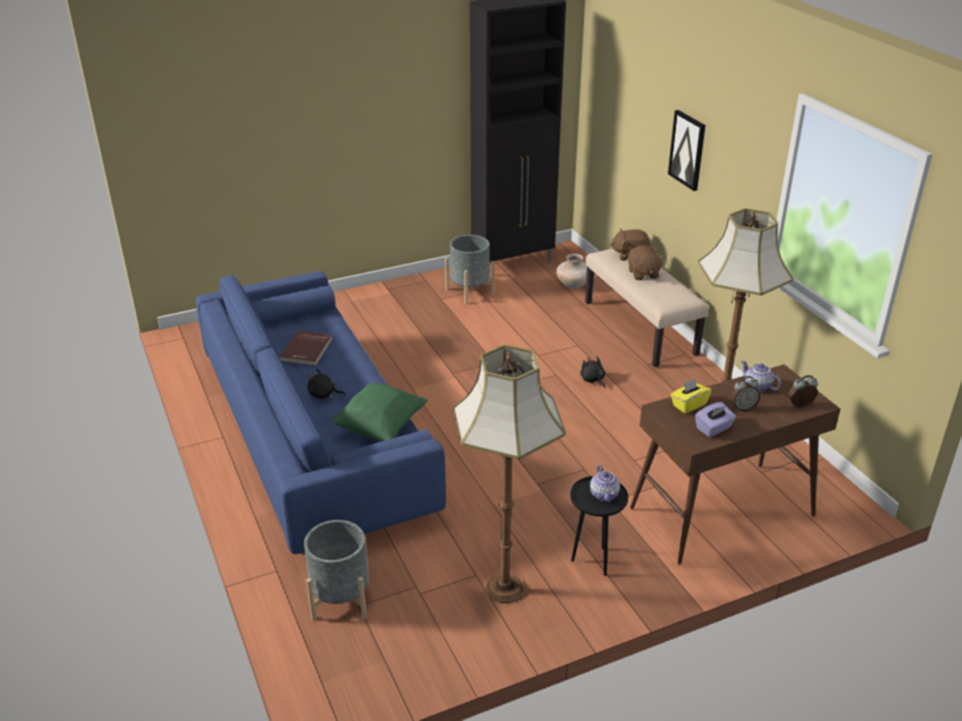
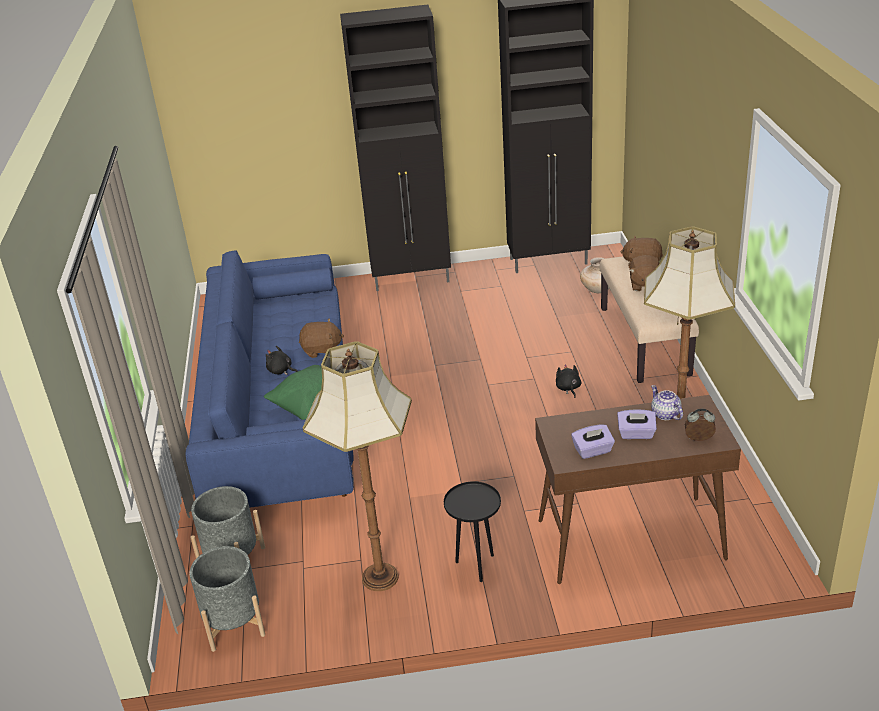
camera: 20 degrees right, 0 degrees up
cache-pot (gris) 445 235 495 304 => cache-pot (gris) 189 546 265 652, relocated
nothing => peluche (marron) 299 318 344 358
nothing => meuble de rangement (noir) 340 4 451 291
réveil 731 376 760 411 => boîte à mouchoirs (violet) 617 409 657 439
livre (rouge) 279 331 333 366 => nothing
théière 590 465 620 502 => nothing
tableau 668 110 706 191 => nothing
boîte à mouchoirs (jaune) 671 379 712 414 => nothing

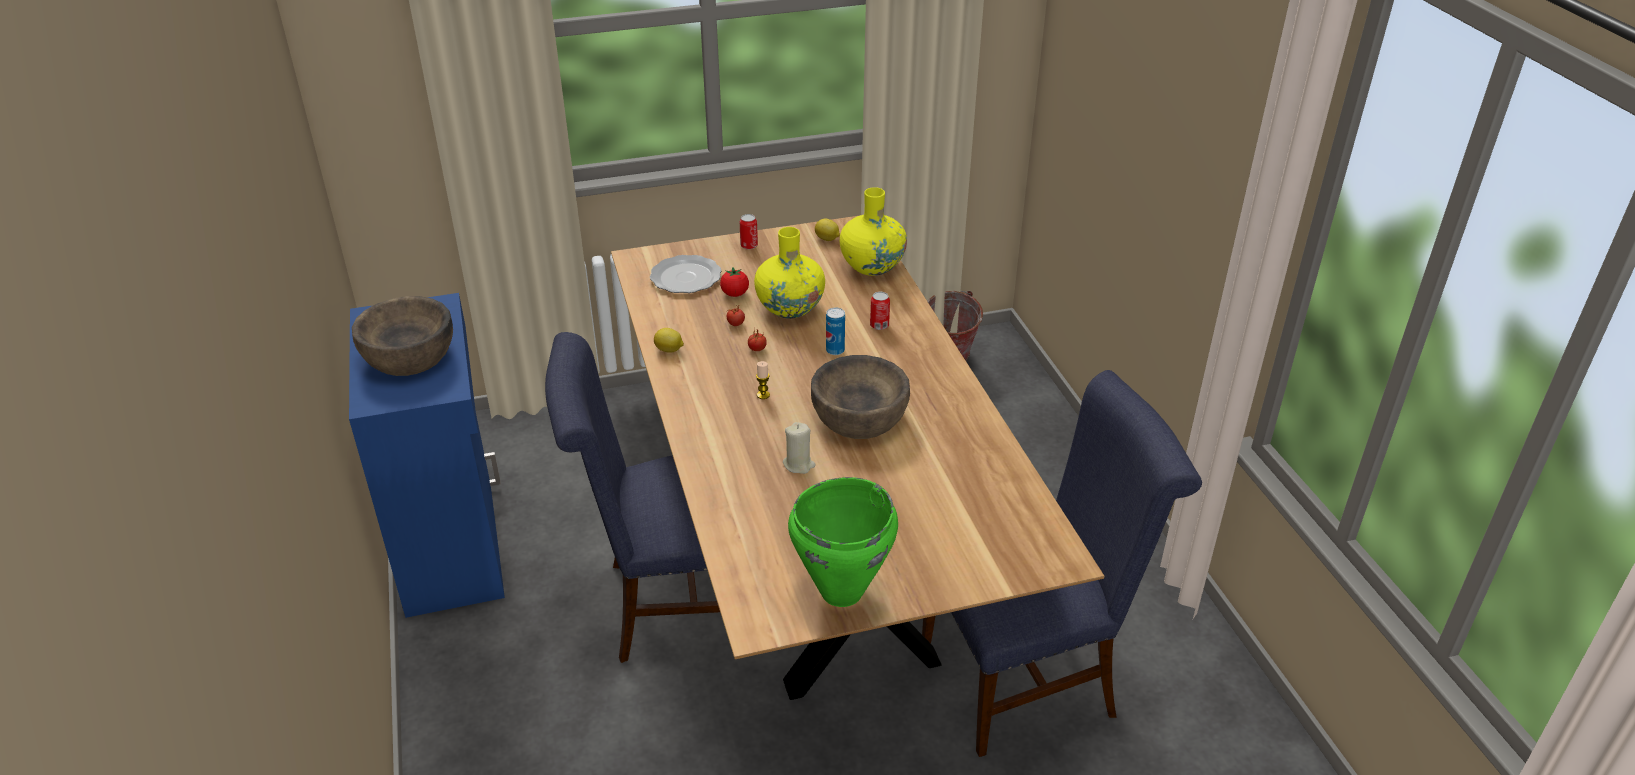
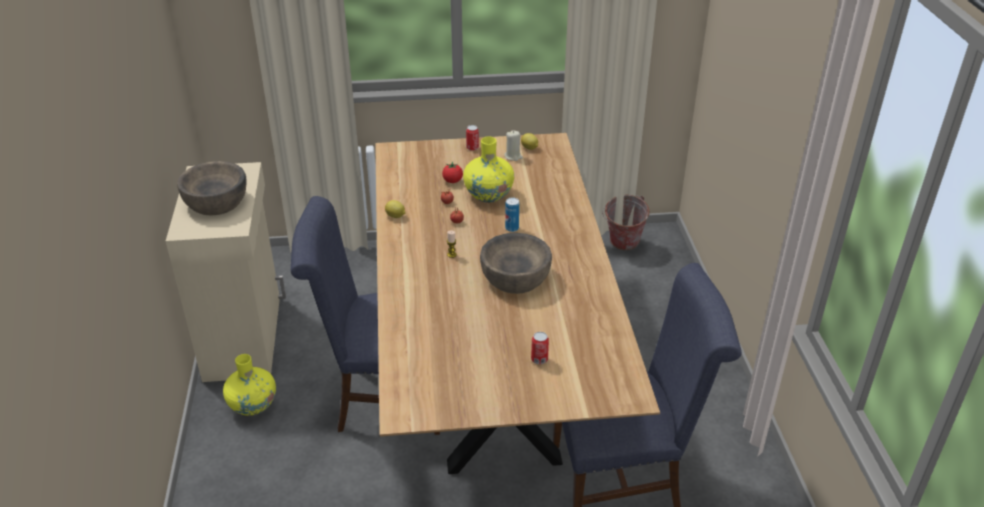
camera: 10 degrees right, 0 degrees up
meuble de rangement (bleu) 349 293 505 618 => meuble de rangement (beige) 166 162 286 382
vase (jaune) 840 187 907 276 => vase (jaune) 223 354 276 416, relocated
bougie (beige) 783 422 816 474 => bougie (beige) 504 130 523 161, relocated
boîte métallique 870 292 890 330 => boîte métallique 531 332 549 364, relocated
assiette 650 255 722 293 => nothing
marmite (vert) 788 477 898 607 => nothing

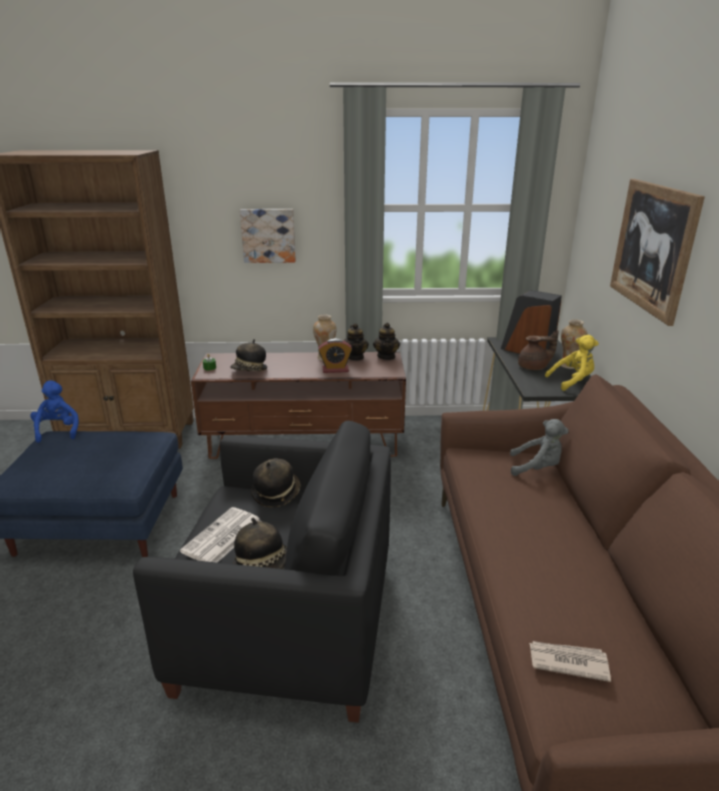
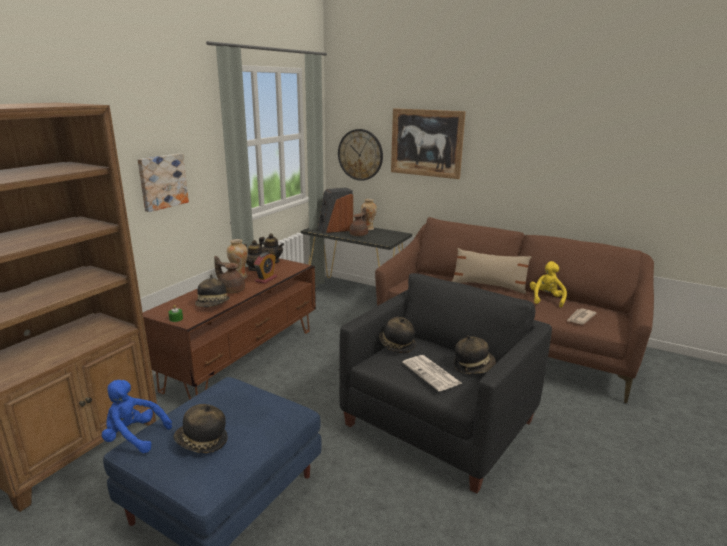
camera: 60 degrees left, 5 degrees down
nothing => chapeau 174 404 228 453
nothing => théière (marron) 214 256 245 294
nothing => horloge murale 338 129 383 181
nothing => coussin (beige) 452 248 532 294
peluche (jaune) 545 335 599 391 => peluche (jaune) 530 261 567 308, relocated
peluche (gris) 510 419 569 476 => nothing

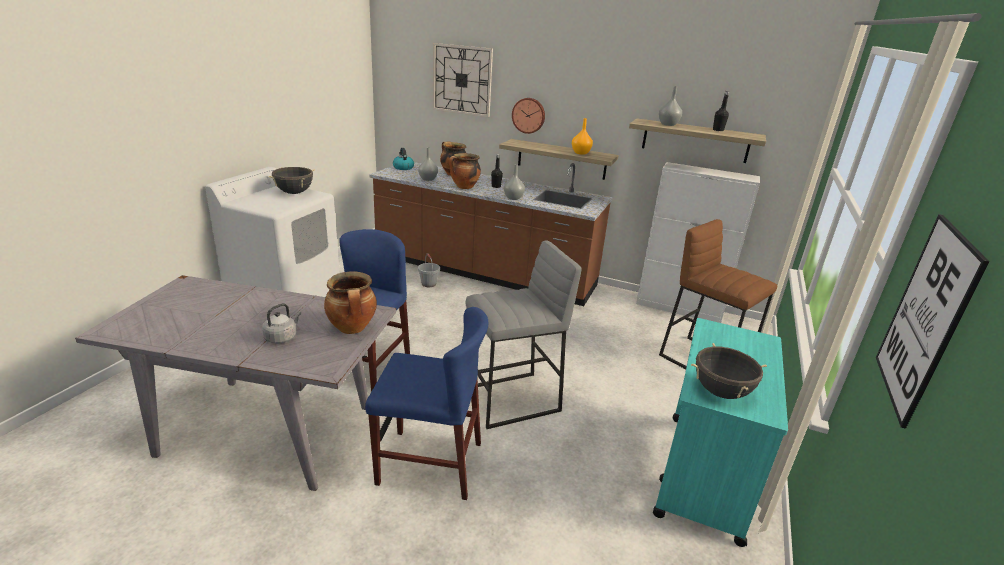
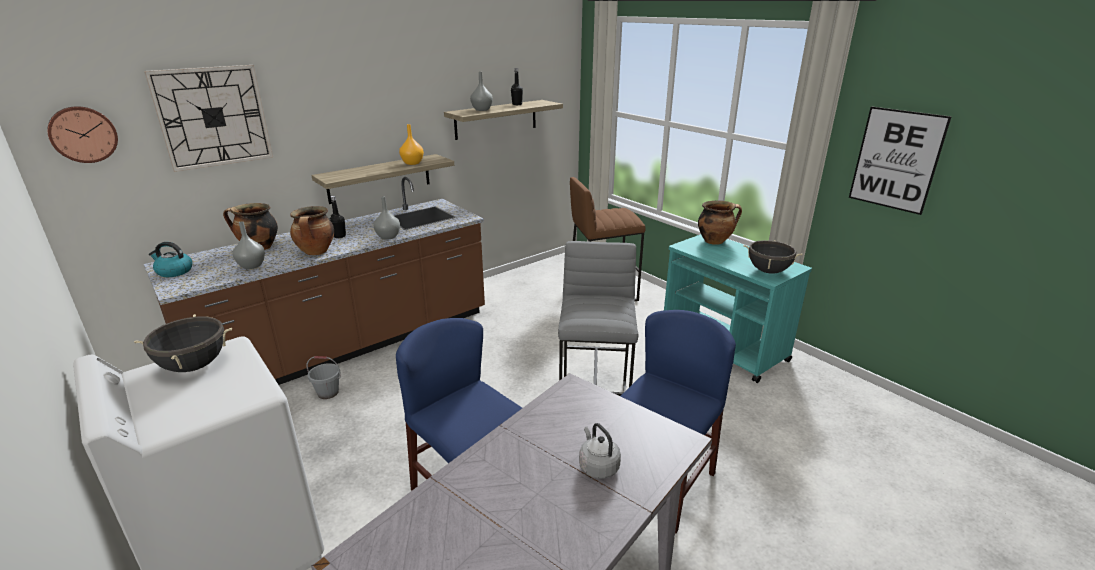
camera: 60 degrees left, 0 degrees up
horloge murale 512 98 545 134 => horloge murale 47 106 118 163, relocated
marmite 324 271 377 334 => marmite 698 201 742 245, relocated
meuble de rangement (blanc) 636 162 760 323 => nothing

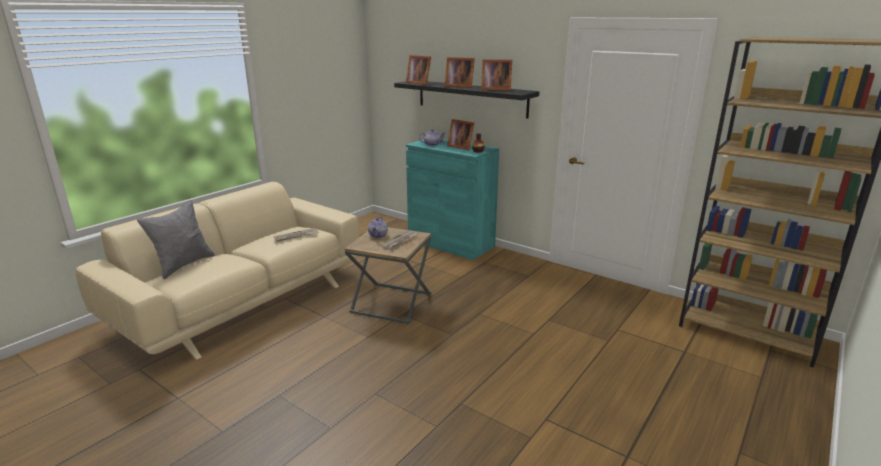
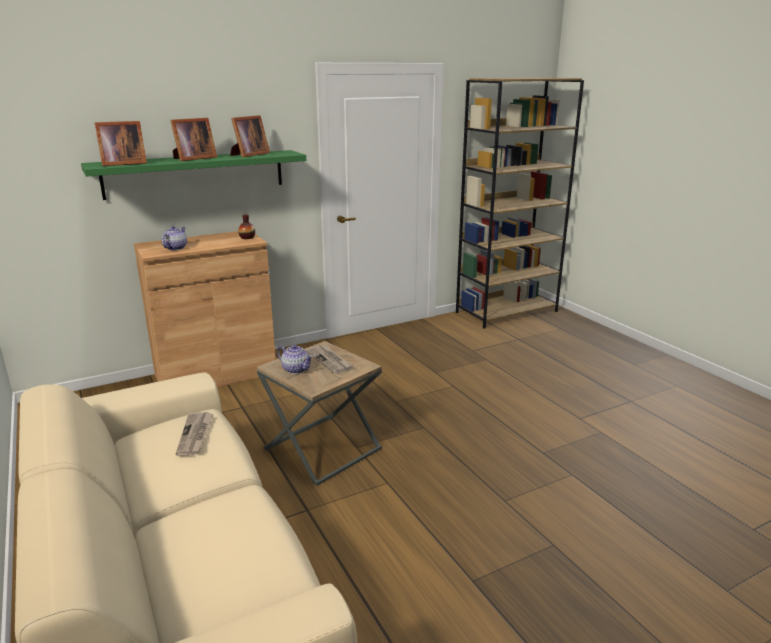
camera: 65 degrees left, 0 degrees up
étagère (noir) 394 81 539 118 => étagère (vert) 81 150 306 200
meuble de rangement (turquoise) 406 139 499 260 => meuble de rangement (marron) 134 231 276 387
coussin (gris) 137 200 215 279 => nothing
cadre photo 447 119 474 150 => nothing

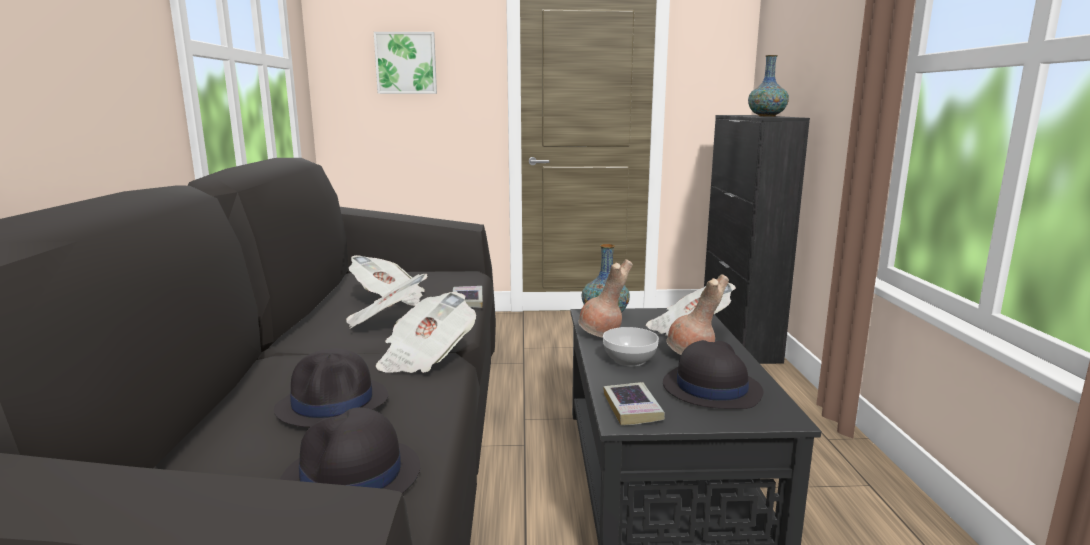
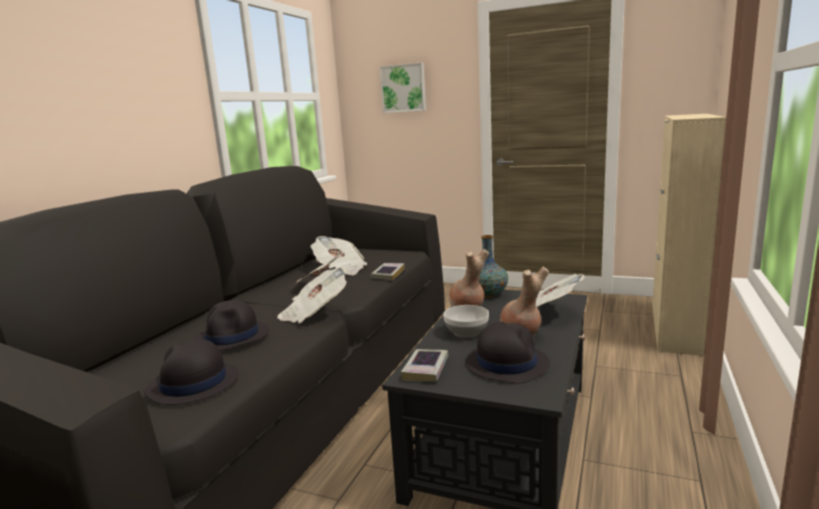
camera: 25 degrees right, 0 degrees up
meuble de rangement (noir) 704 115 810 364 => meuble de rangement (beige) 652 114 726 356
vase 748 55 789 117 => nothing

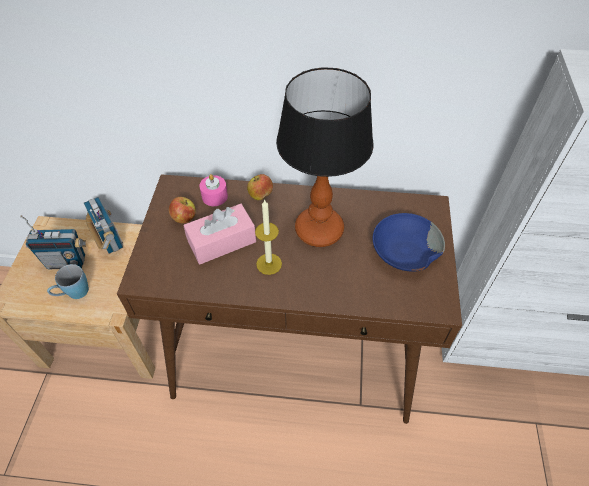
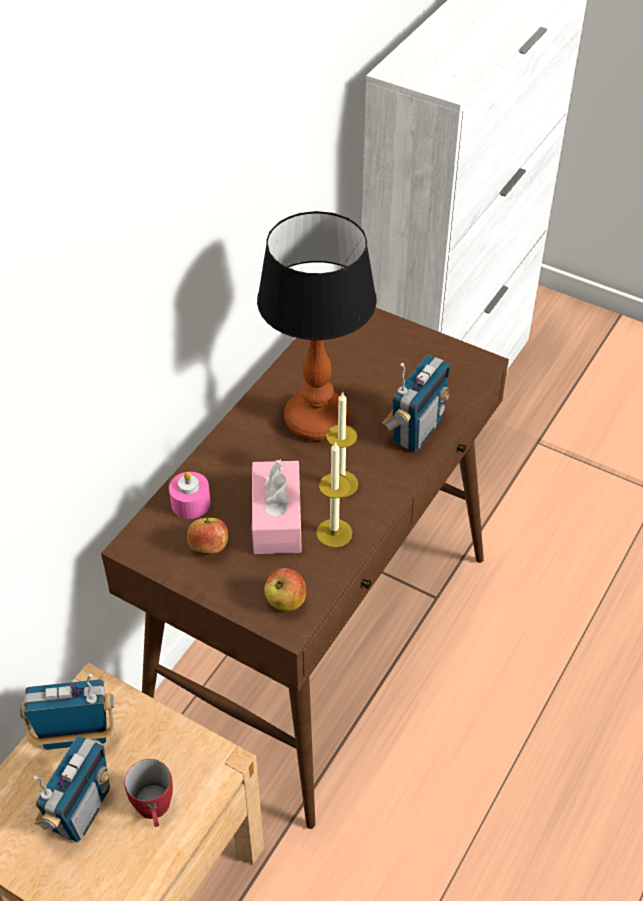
camera: 65 degrees left, 5 degrees down
mug (bleu) 47 264 89 299 => mug (rouge) 125 759 173 827
pomme 247 174 273 200 => pomme 264 568 306 611, relocated
nothing => bougie 316 441 352 548
nothing => radio 383 355 451 451
bol (bleu) 373 213 445 272 => nothing

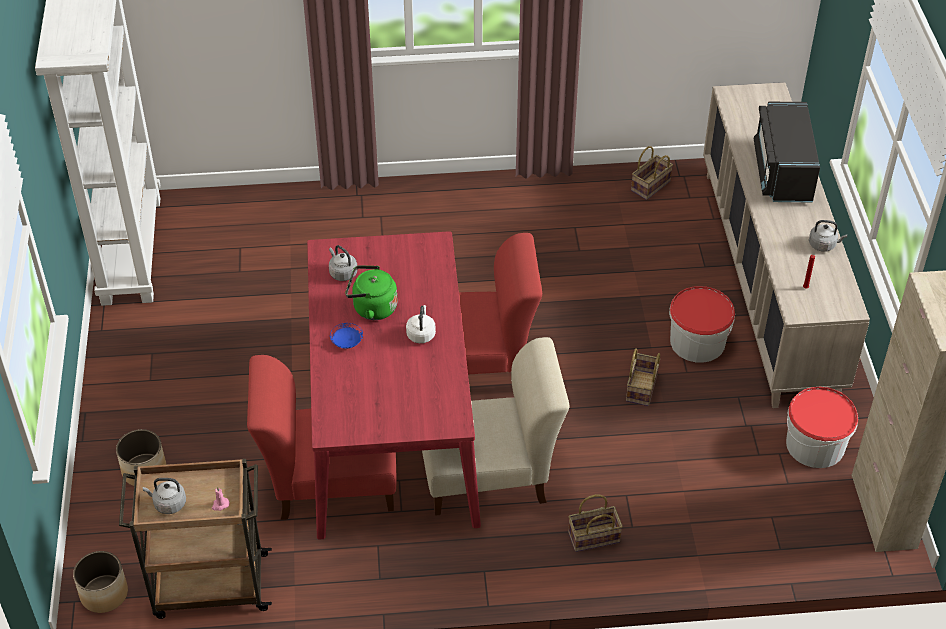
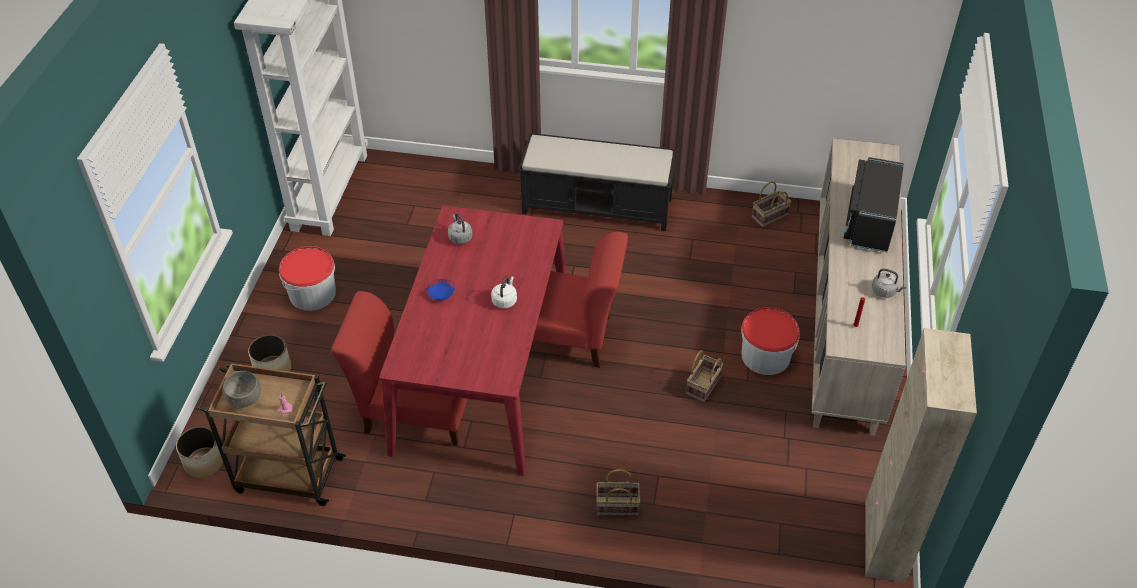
camera: 15 degrees right, 0 degrees up
bouilloire (gris) 143 478 186 514 => bol (gris) 222 371 261 408
seau 786 387 858 468 => seau 279 246 336 311, relocated
nothing => banc (noir) 519 133 677 231
bouilloire (vert) 345 266 397 320 => nothing
chaise (beige) 422 337 569 515 => nothing

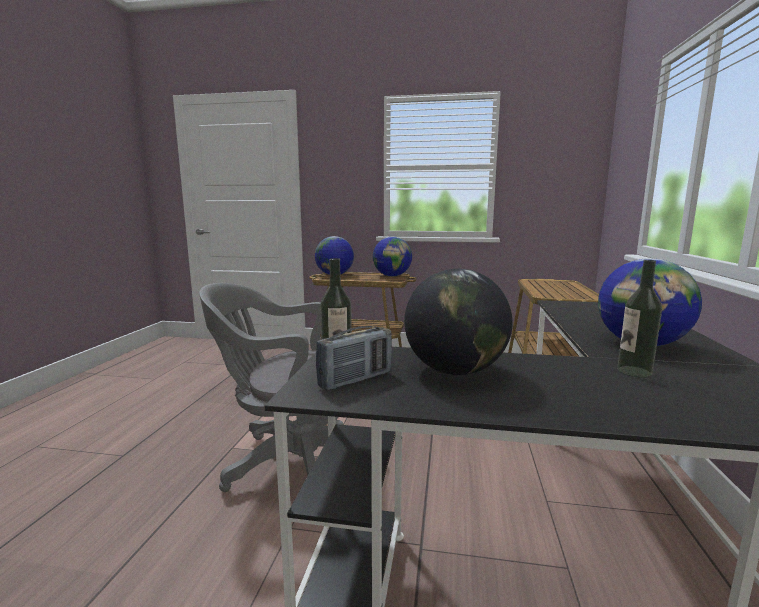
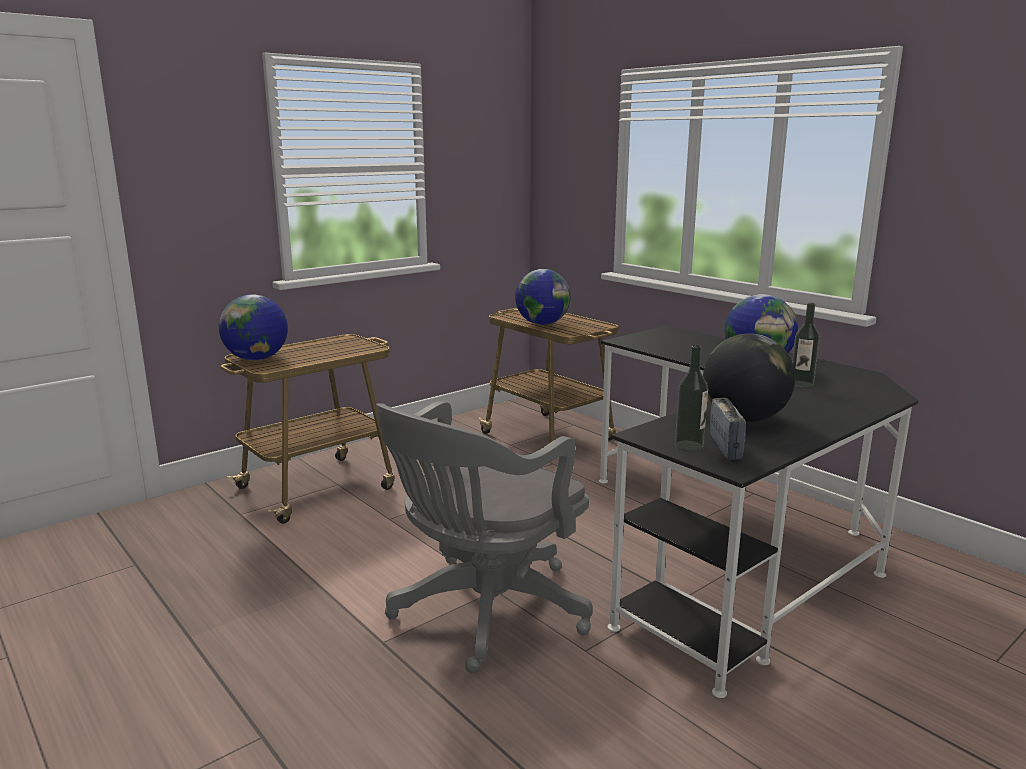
camera: 50 degrees left, 5 degrees up
globe 373 237 412 276 => globe 515 269 571 325, relocated

